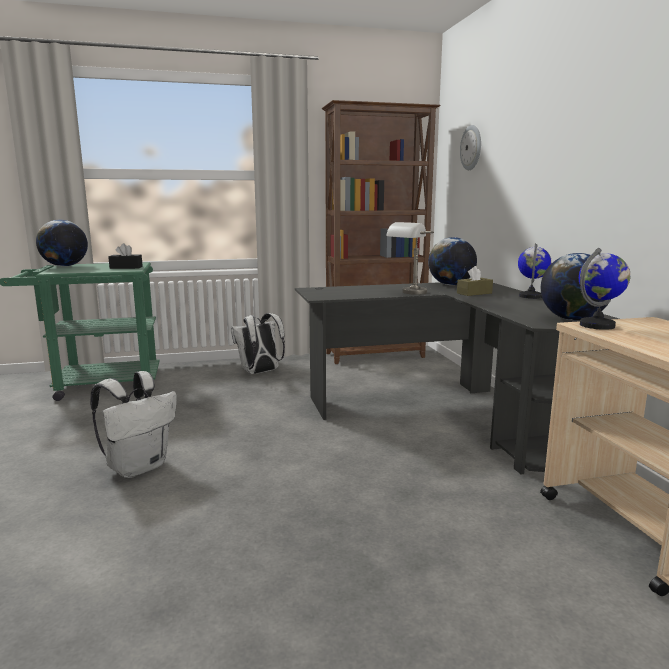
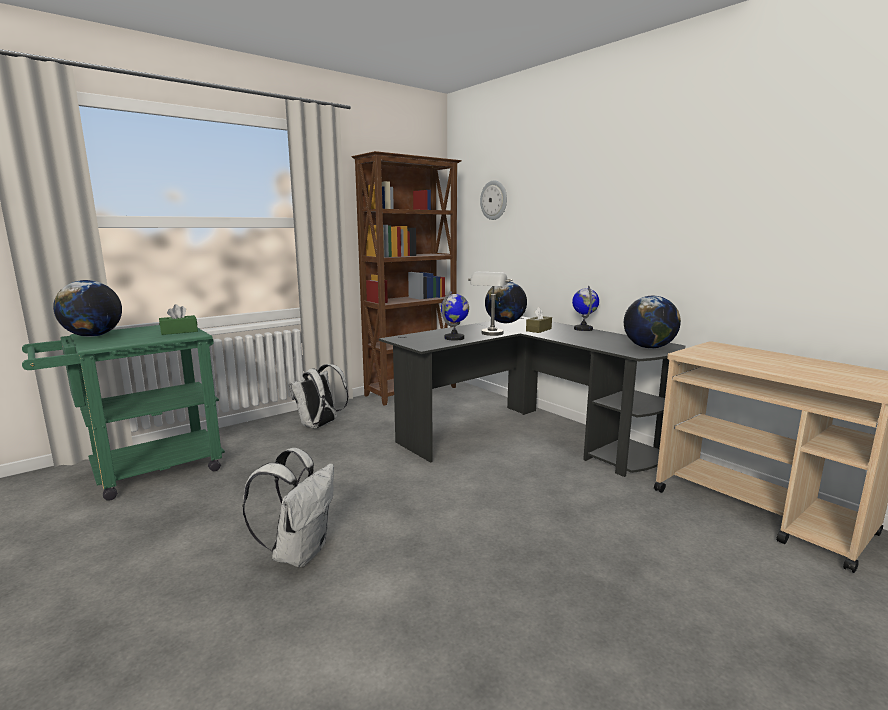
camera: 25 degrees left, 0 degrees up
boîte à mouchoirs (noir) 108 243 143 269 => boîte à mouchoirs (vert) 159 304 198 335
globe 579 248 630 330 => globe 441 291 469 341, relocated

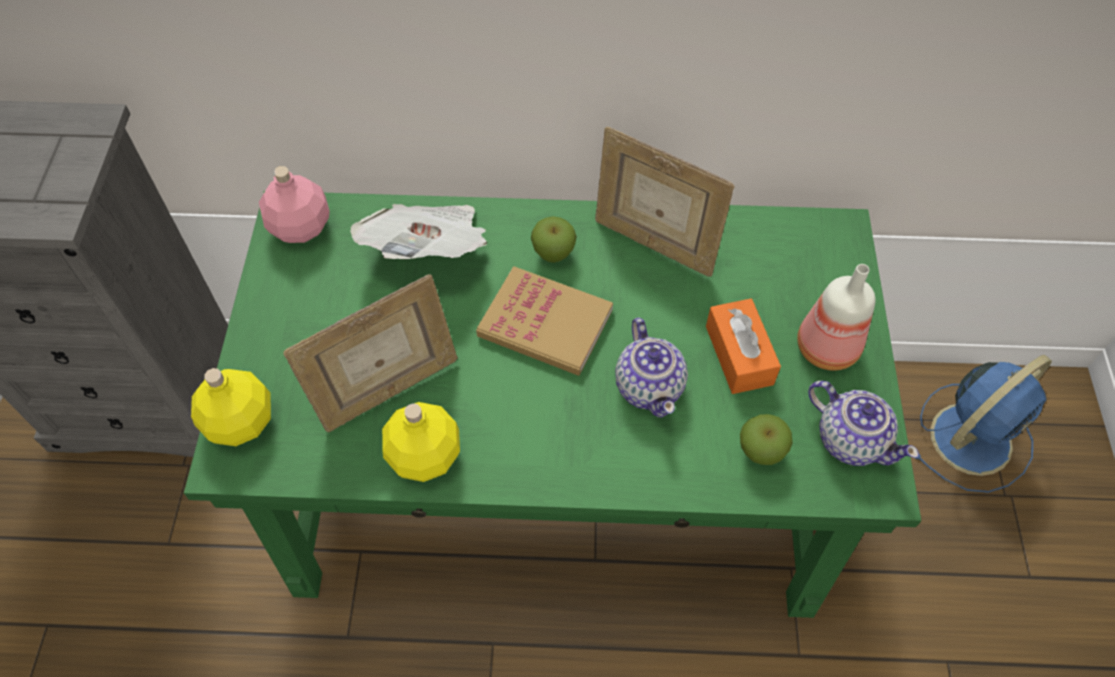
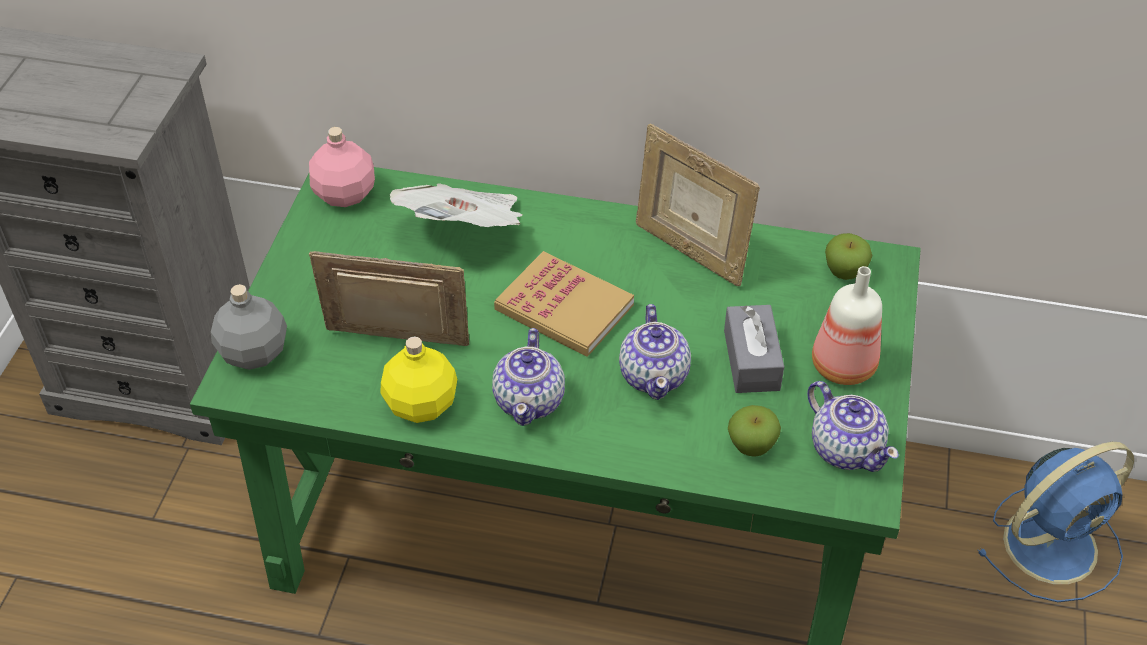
camera: 10 degrees right, 10 degrees down
bouteille (jaune) 191 368 271 446 => bouteille (gris) 211 284 287 370
cadre photo 283 274 458 432 => cadre photo 309 251 469 346, 150 degrees counterclockwise
nothing => théière 492 328 565 426
boîte à mouchoirs (orange) 706 299 781 394 => boîte à mouchoirs (gris) 724 305 784 393
pomme 531 216 577 263 => pomme 825 233 872 280, relocated

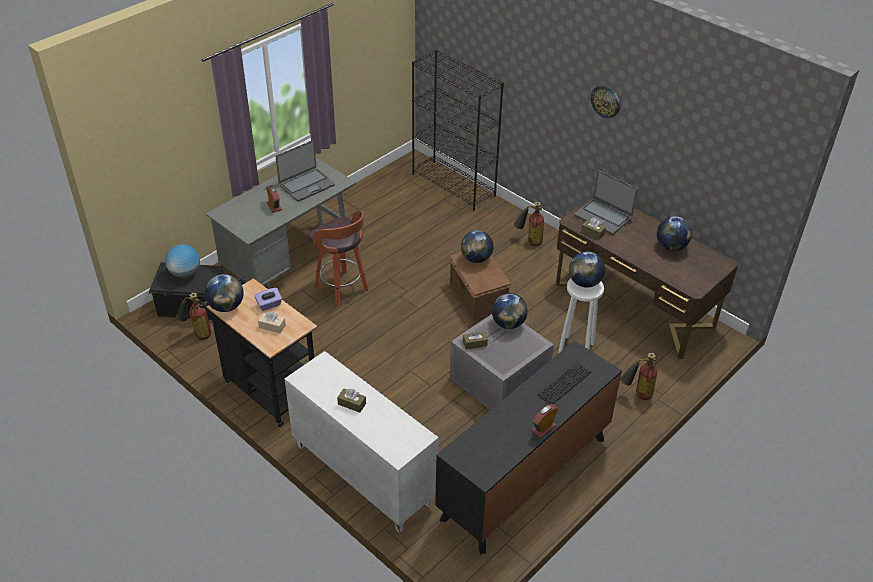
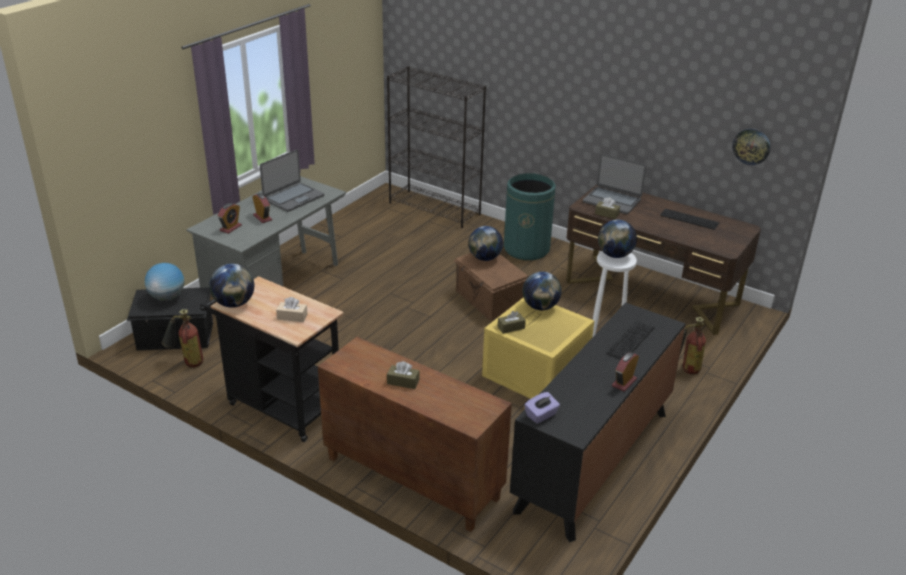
camera: 10 degrees left, 10 degrees down
nothing => réveil 217 203 242 234
meuble de rangement (blanc) 284 351 439 533 => meuble de rangement (marron) 318 337 512 532
boîte de rangement (gris) 450 314 554 410 => boîte de rangement (jaune) 482 297 594 399
extincteur 514 202 544 246 => poubelle (vert) 504 173 556 260
boîte à mouchoirs (violet) 254 288 282 311 => boîte à mouchoirs (violet) 524 392 560 424, relocated
globe 657 216 692 251 => clavier 660 209 719 230
horloge murale 591 85 620 118 => horloge murale 732 129 770 165, relocated
tabouret 308 210 369 307 => nothing

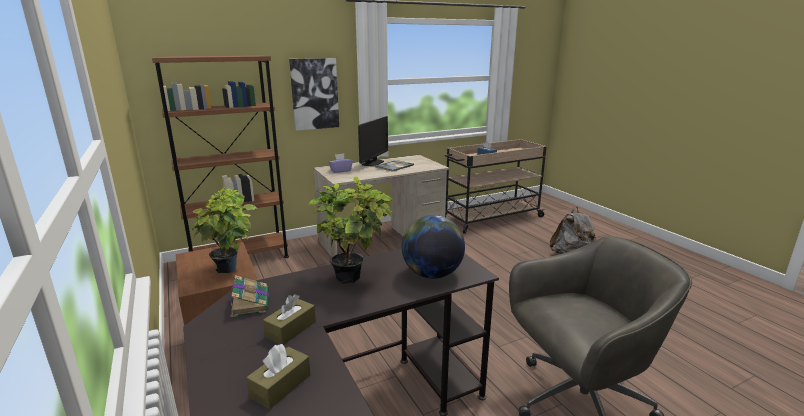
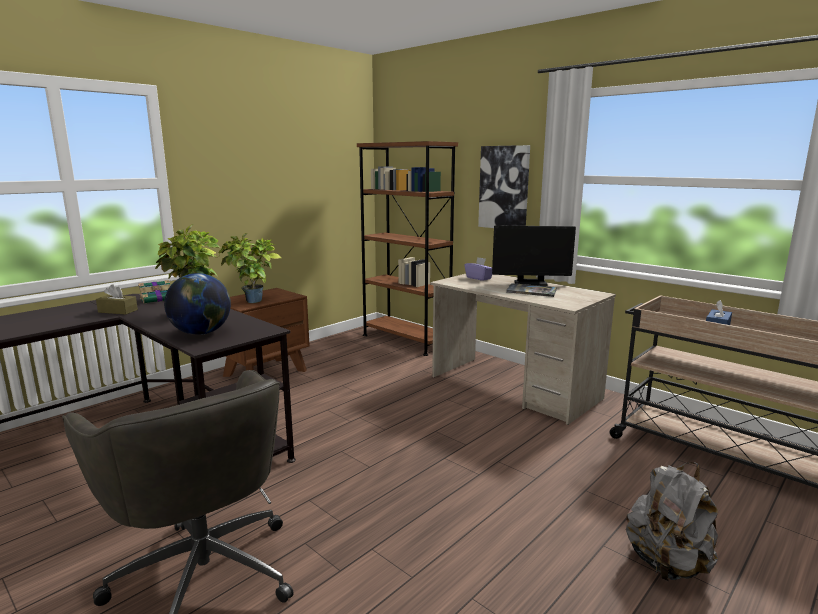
camera: 70 degrees right, 5 degrees down
boîte à mouchoirs (marron) 246 344 311 409 => nothing

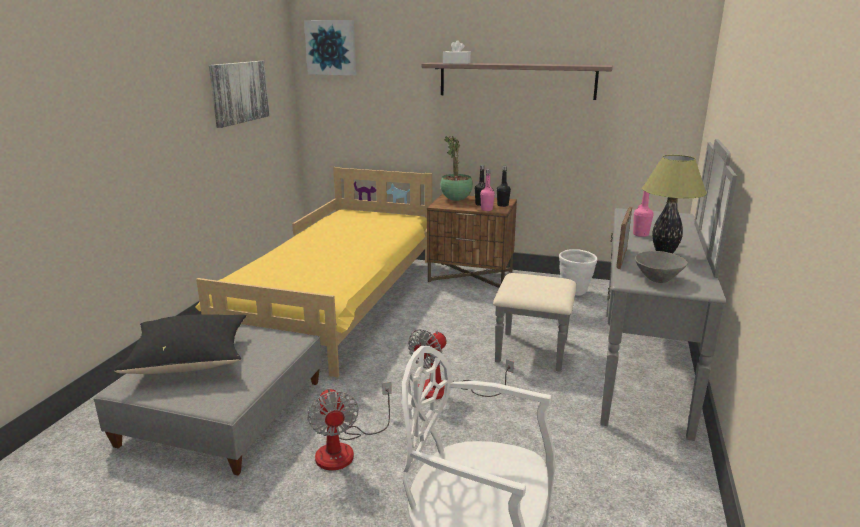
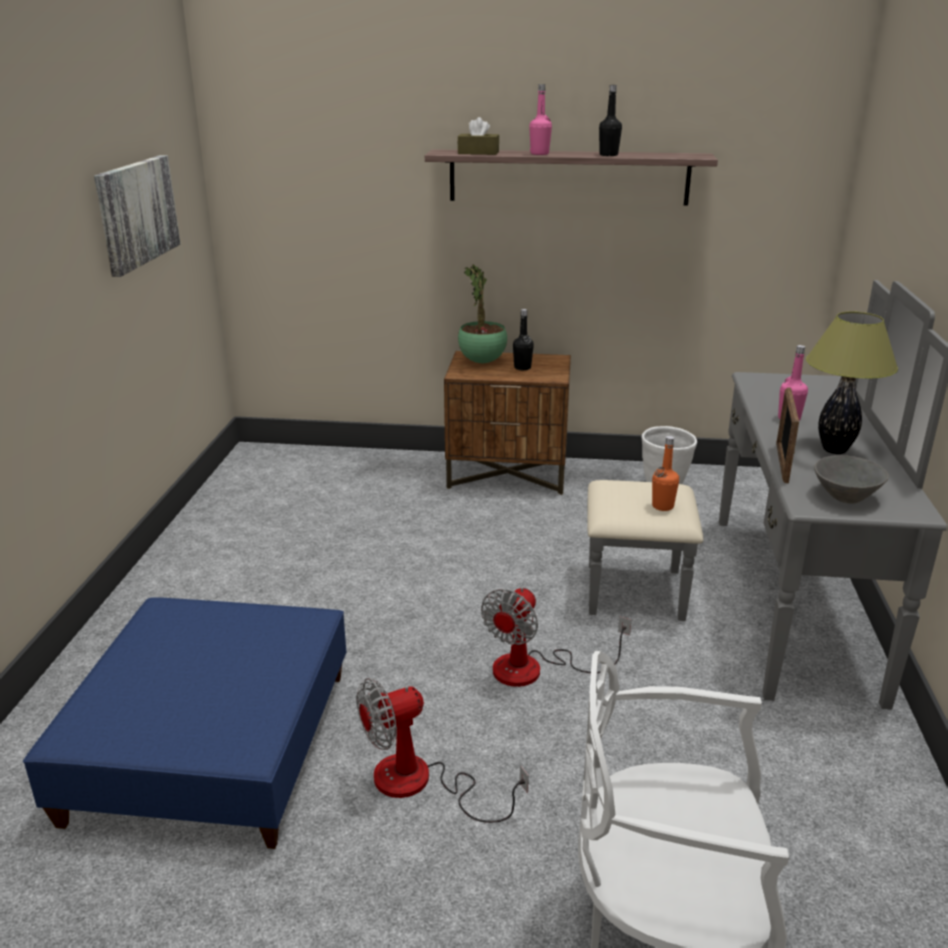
camera: 10 degrees left, 5 degrees up
pouf (gris) 93 324 322 475 => pouf (bleu) 23 597 346 849
ventilateur 307 382 392 470 => ventilateur 356 678 529 823, 90 degrees clockwise
boîte à mouchoirs (blanc) 443 40 471 64 => boîte à mouchoirs (marron) 458 117 499 155
bouteille (rose) 480 169 495 211 => bouteille (rose) 529 84 552 155, relocated
bouteille (noir) 497 166 511 207 => bouteille (noir) 599 85 622 156, relocated
nothing => bouteille (orange) 652 436 679 511
coussin (noir) 114 314 246 374 => nothing
lit (jaune) 196 167 432 377 => nothing
tableau 304 20 356 75 => nothing

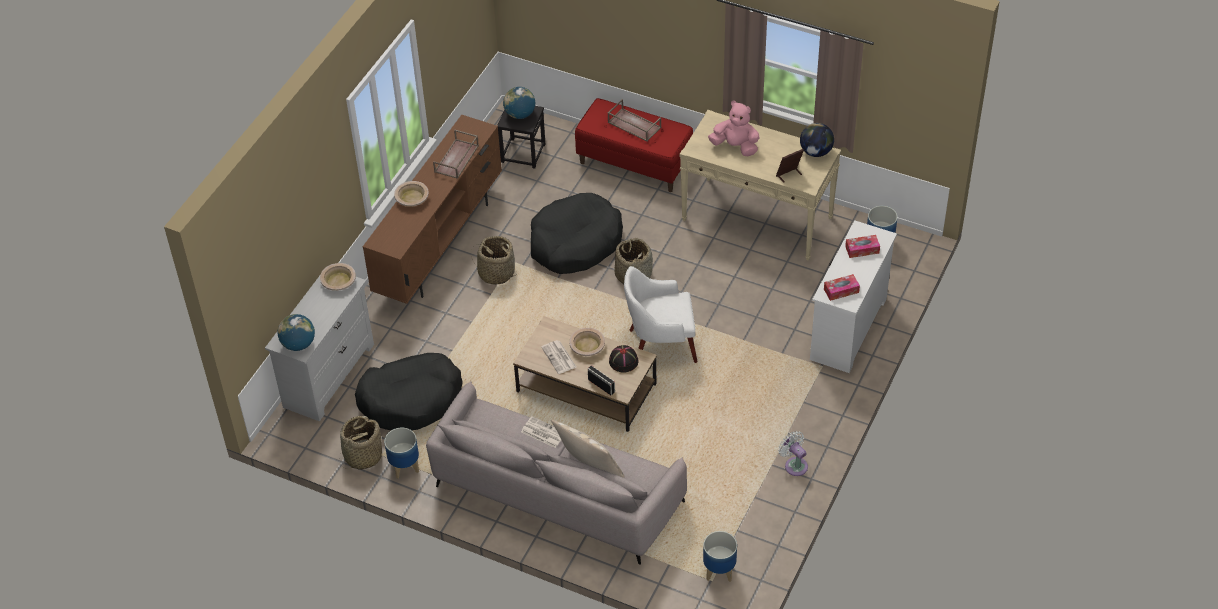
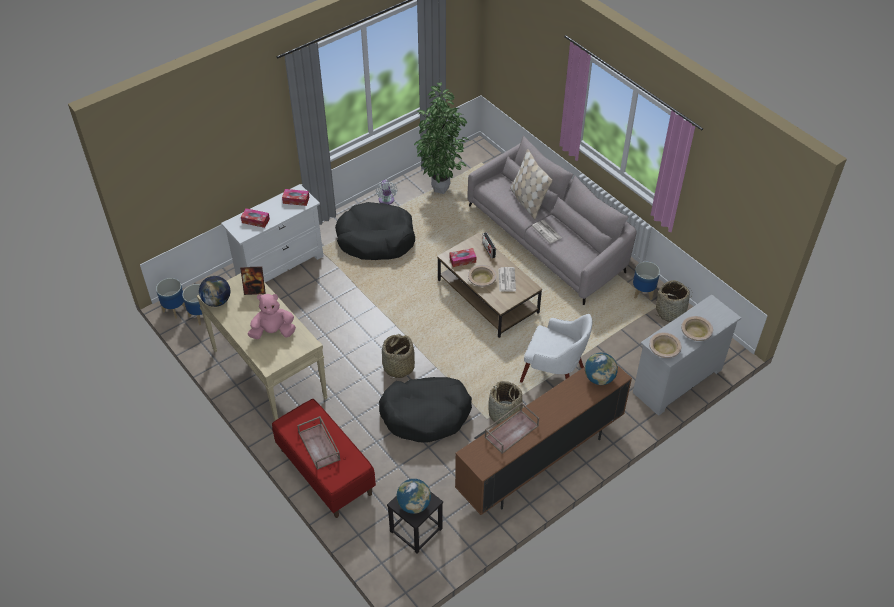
camera: 155 degrees left, 0 degrees up
cache-pot 703 531 737 582 => cache-pot 156 278 186 319, relocated
peluche (rose) 708 101 760 156 => peluche (rose) 247 294 296 339, 120 degrees clockwise
panier pour chien (noir) 355 353 463 430 => panier pour chien (noir) 335 202 415 260, relocated
nothing => plante en pot 414 83 469 194
chapeau (noir) 609 345 639 373 => boîte à mouchoirs 450 248 476 267
fauteuil (blanc) 624 266 697 363 => fauteuil (blanc) 520 314 592 382, relocated
globe 278 314 315 351 => globe 585 353 618 385, relocated
bol (beige) 394 181 429 207 => bol (beige) 681 316 713 341, relocated

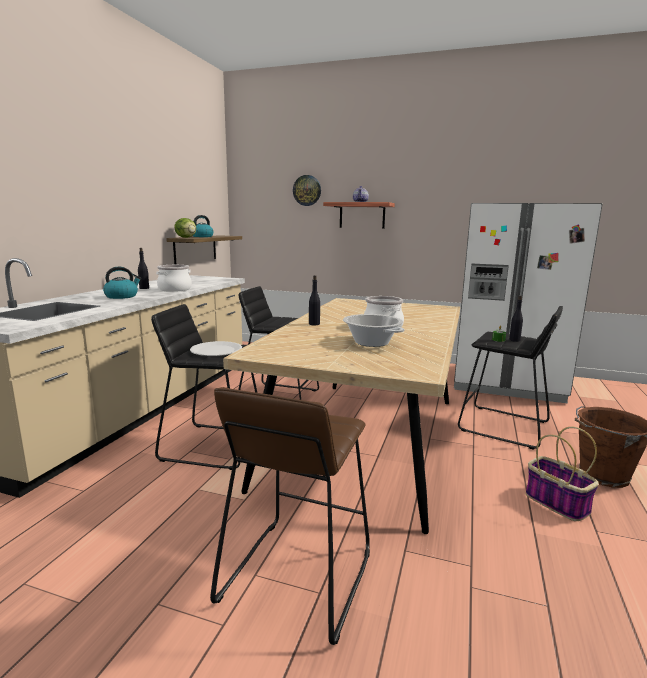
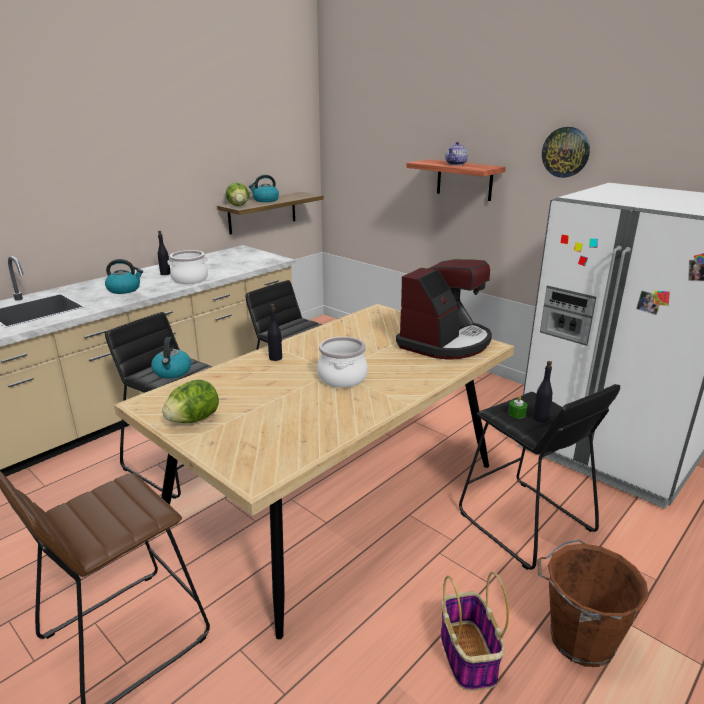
camera: 25 degrees right, 10 degrees up
assiette (blanc) 190 341 242 356 => bouilloire 151 337 191 379
nothing => laitue 162 380 219 424
nothing => machine à café 396 259 492 359
horloge murale 293 175 321 206 => horloge murale 542 127 590 178, relocated
marmite 343 314 404 347 => nothing

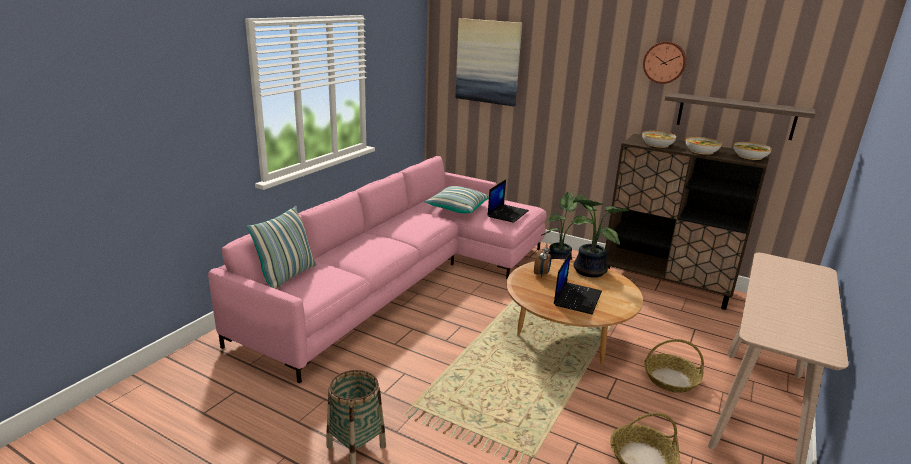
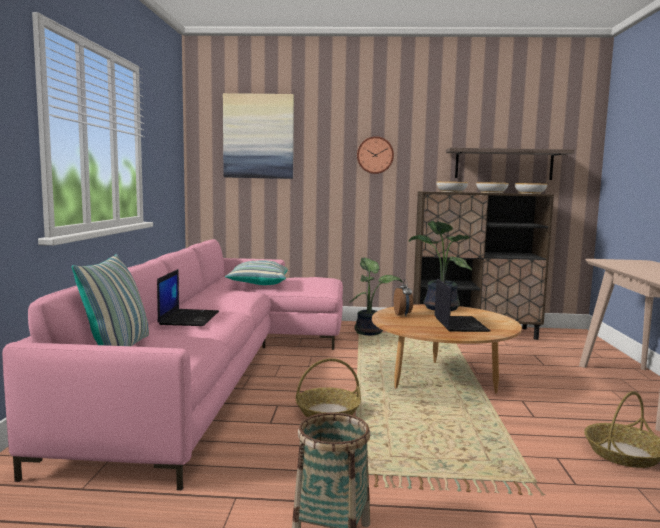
camera: 25 degrees left, 15 degrees down
ordinateur portable 488 179 529 223 => ordinateur portable 157 269 219 326, relocated
panier 644 339 704 393 => panier 296 358 361 417, relocated
horloge murale 643 41 686 84 => horloge murale 357 136 394 174, relocated

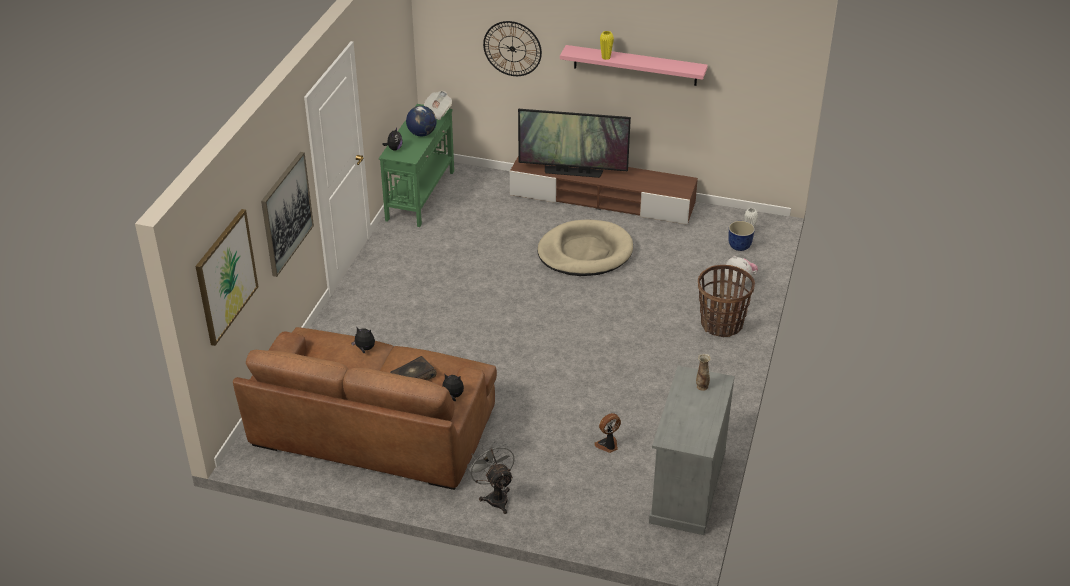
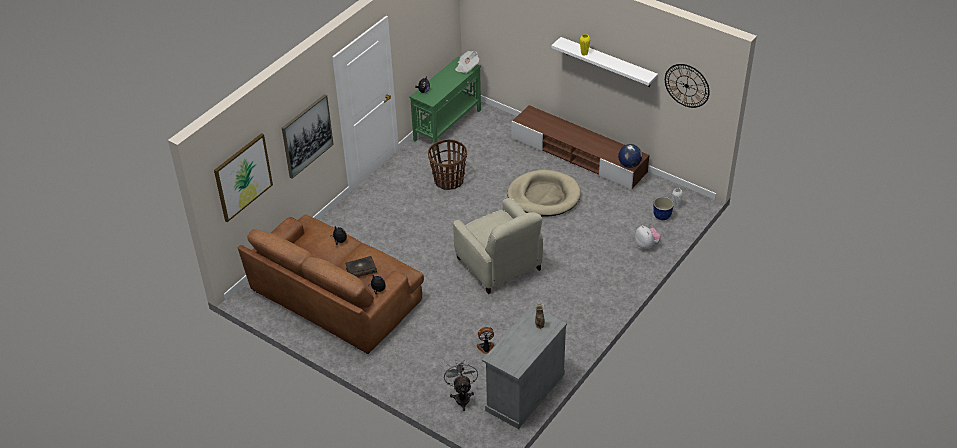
camera: 20 degrees right, 5 degrees up
panier 698 265 755 337 => panier 428 139 467 190, relocated
ventilateur (gris) 467 442 515 514 => ventilateur (gris) 443 359 478 411, relocated
nothing => fauteuil (beige) 453 198 543 294
étagère (rose) 560 45 708 86 => étagère (blanc) 551 37 658 87
globe 406 106 437 136 => globe 618 144 642 168, relocated
horloge murale 483 21 542 76 => horloge murale 665 64 710 108, relocated
téléviseur 518 109 631 178 => nothing

